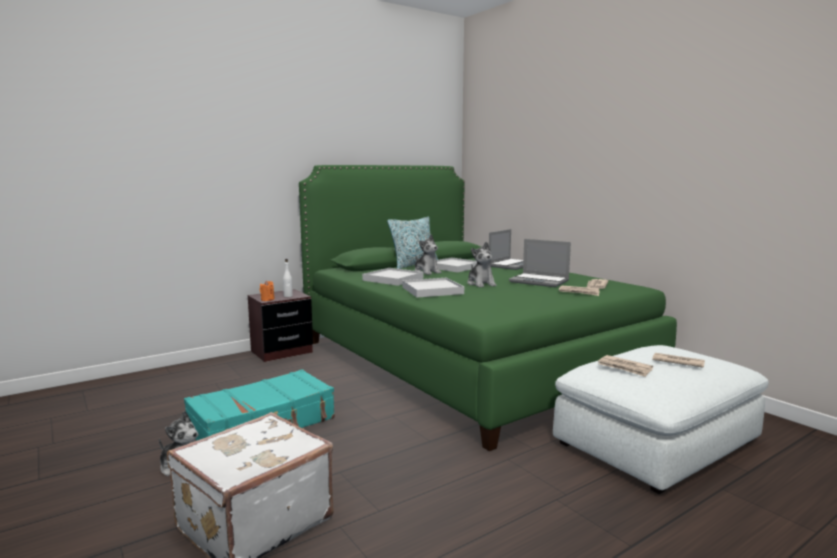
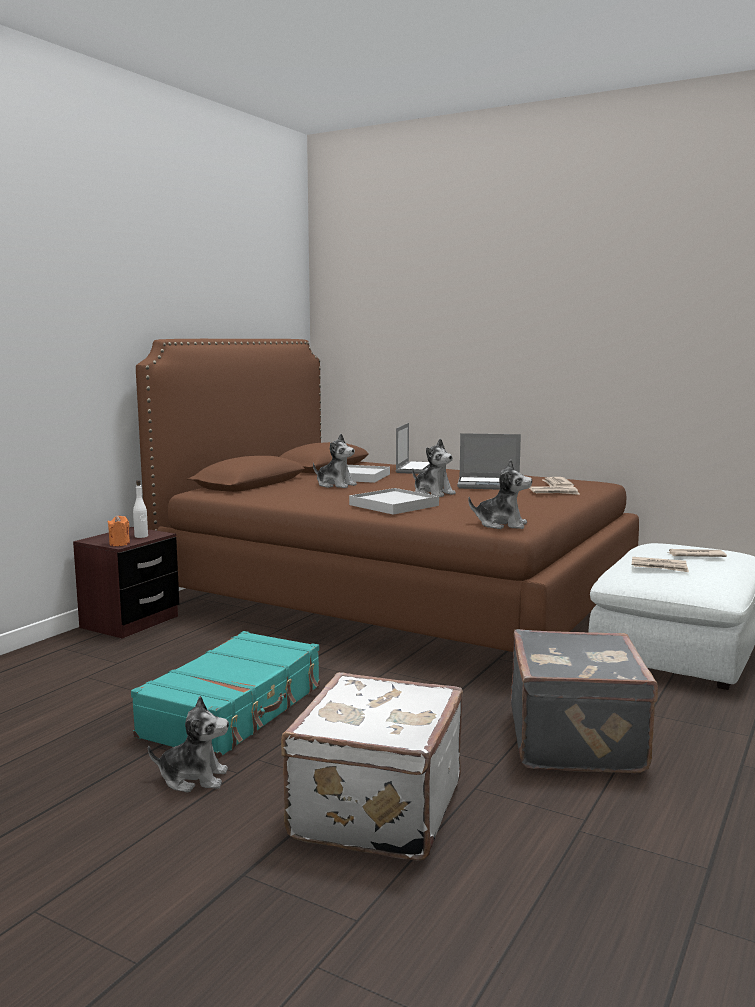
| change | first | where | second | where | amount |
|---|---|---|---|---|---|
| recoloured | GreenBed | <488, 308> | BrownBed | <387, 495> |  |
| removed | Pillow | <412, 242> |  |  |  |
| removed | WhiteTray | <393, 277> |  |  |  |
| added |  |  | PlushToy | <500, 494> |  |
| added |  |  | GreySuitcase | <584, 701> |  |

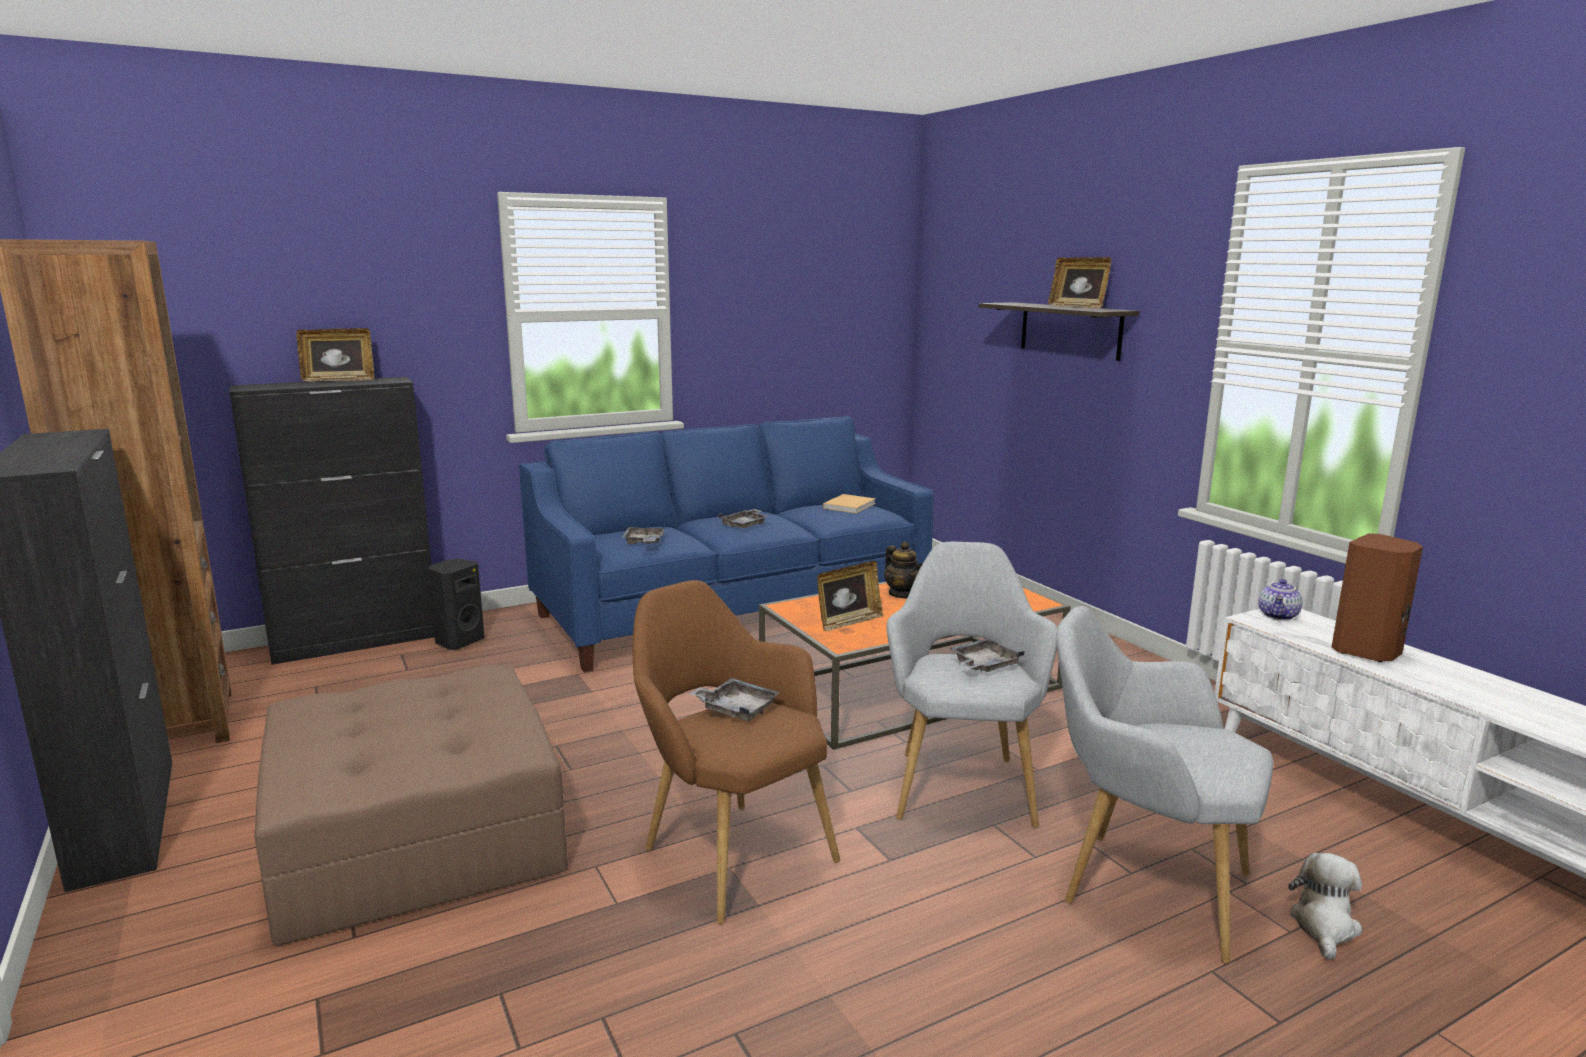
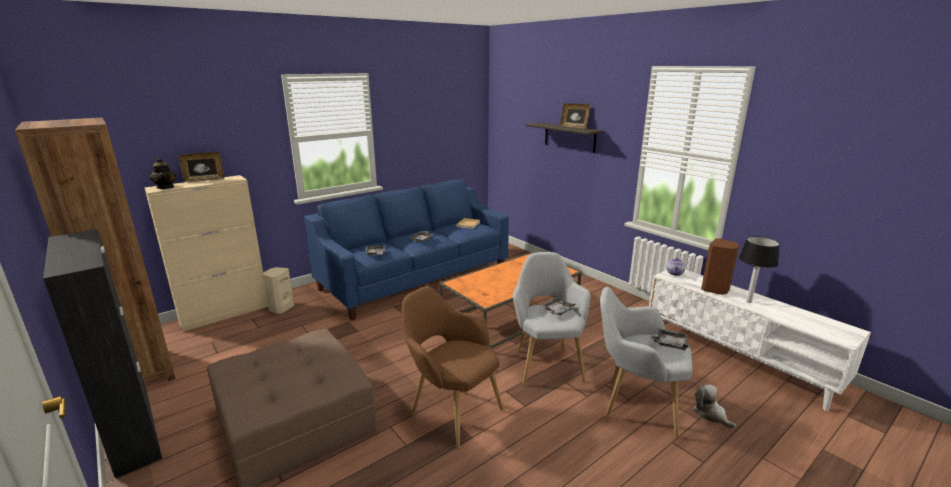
| change | first | where | second | where | amount |
|---|---|---|---|---|---|
| recoloured | BlackCabinet | <332, 521> | BeigeCabinet | <206, 253> |  |
| moved | Teapot | <903, 570> |  | <163, 173> |  |
| recoloured | BlackSpeaker | <456, 604> | BeigeSpeaker | <278, 290> |  |
| removed | PictureFrame | <850, 596> |  |  |  |
| moved | GreyTray | <734, 699> |  | <669, 339> |  |
| turned | PlushToy | <1325, 906> |  | <714, 406> | 45 degrees counterclockwise |
| added |  |  | TableLamp | <759, 269> |  |

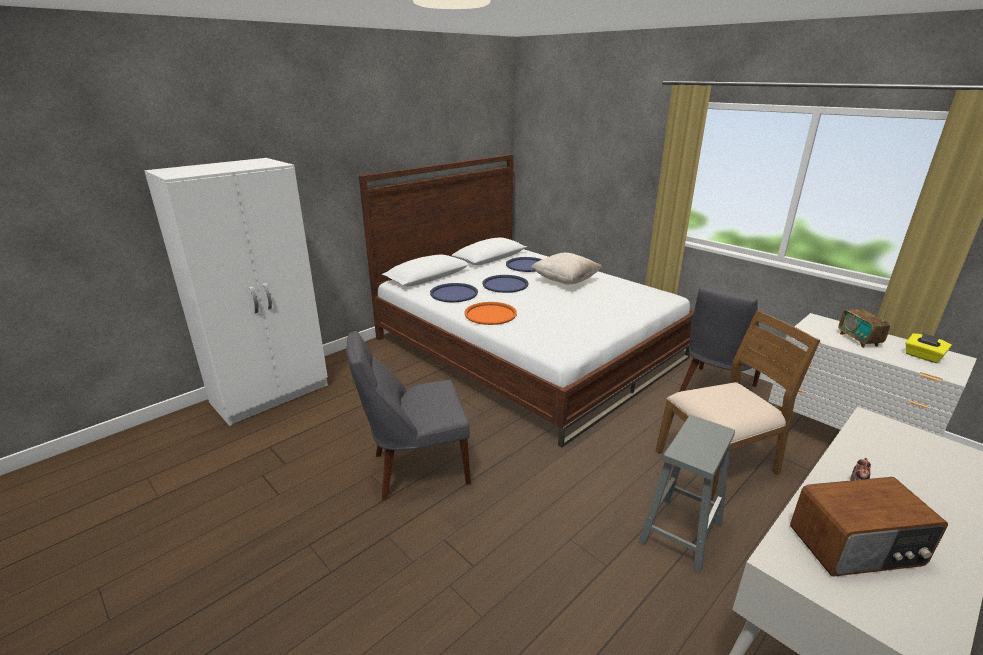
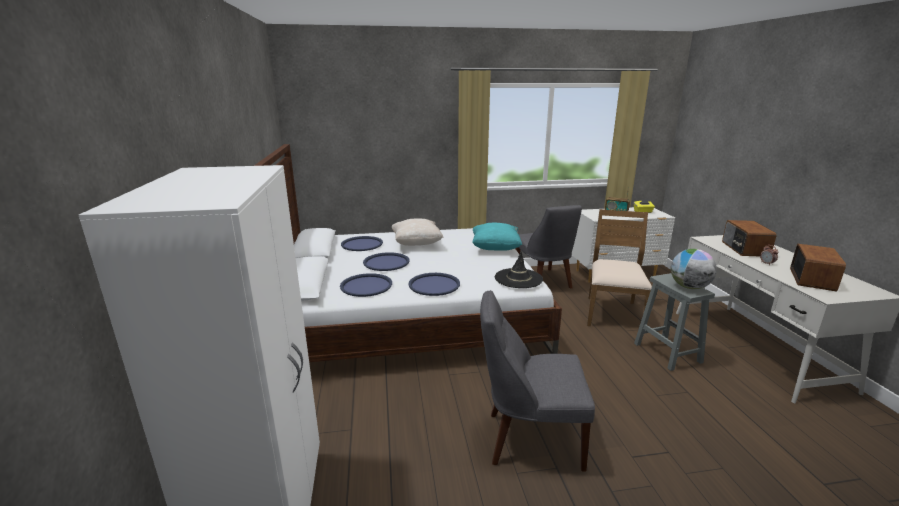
| change | first | where | second | where | amount |
|---|---|---|---|---|---|
| recoloured | OrangeTray | <490, 313> | BlueTray | <434, 284> |  |
| turned | GreyChair | <408, 415> |  | <537, 381> | 75 degrees clockwise |
| added |  |  | Radio | <749, 238> |  |
| added |  |  | TurquoisePillow | <497, 237> |  |
| added |  |  | Globe | <694, 269> |  |
| added |  |  | BlackHat | <519, 269> |  |

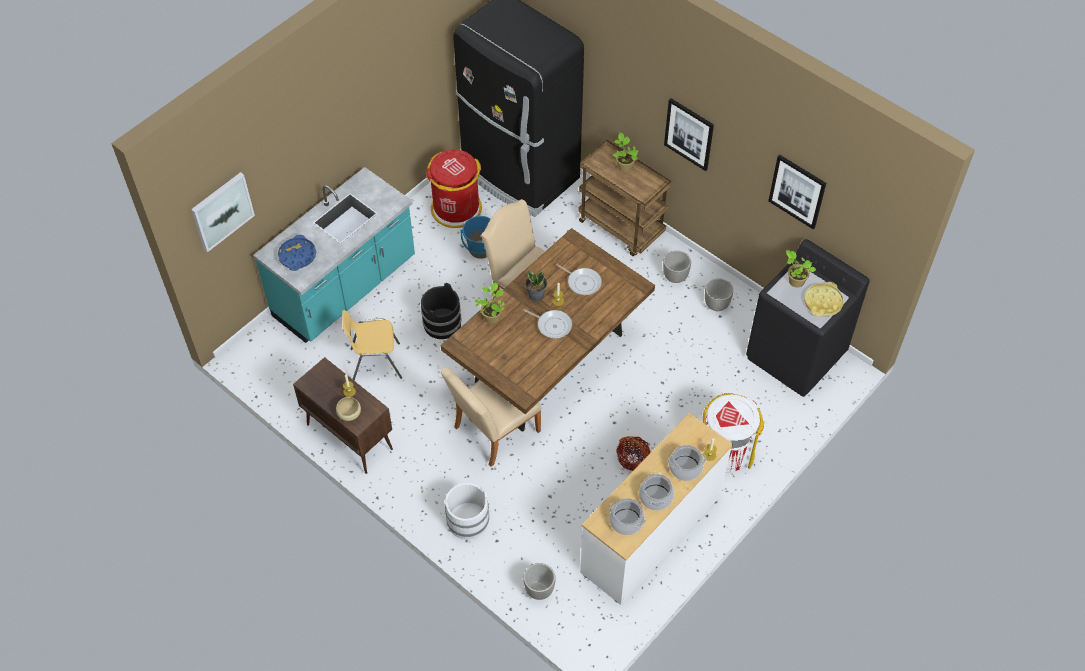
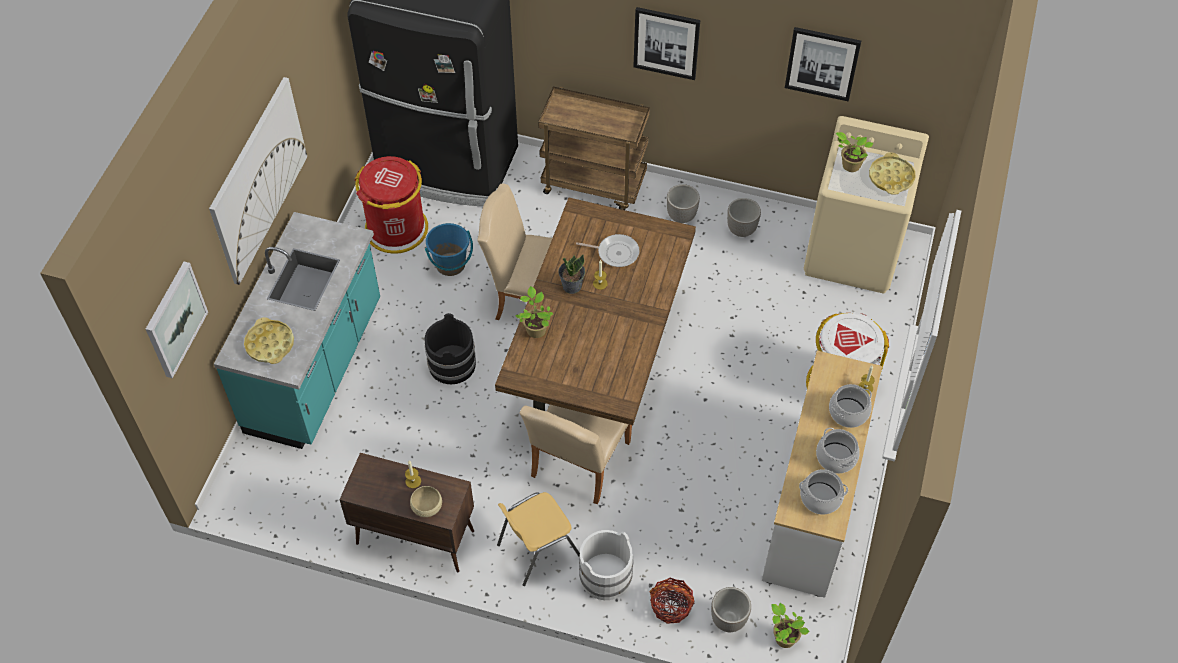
| change | first | where | second | where | amount |
|---|---|---|---|---|---|
| moved | PottedPlant | <626, 152> |  | <790, 625> |  |
| recoloured | BlueTray | <297, 253> | YellowTray | <269, 340> |  |
| recoloured | BlackWashingMachine | <808, 318> | BeigeWashingMachine | <866, 204> |  |
| removed | FryingPan | <547, 323> |  |  |  |
| moved | YellowChair | <372, 345> |  | <538, 539> |  |
| moved | Basket | <633, 453> |  | <671, 601> |  |
| added |  |  | Picture | <258, 181> |  |

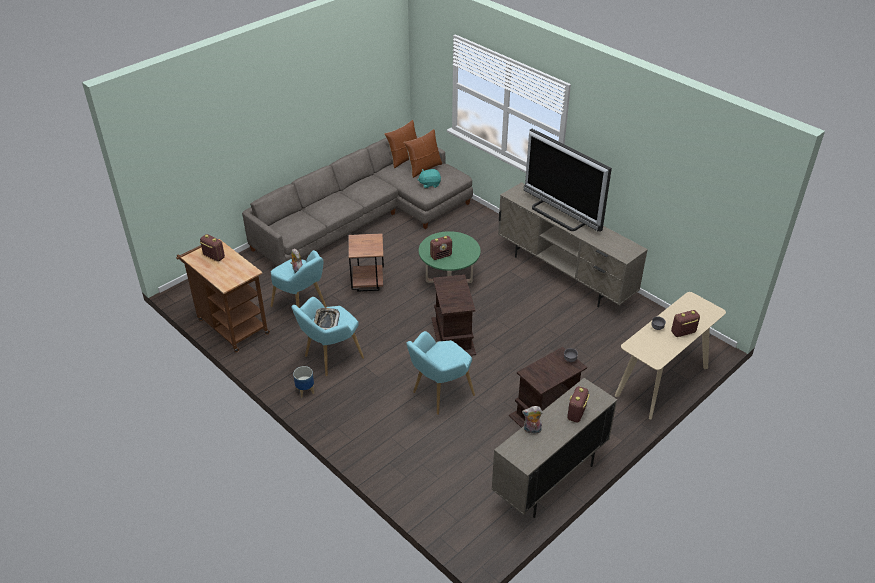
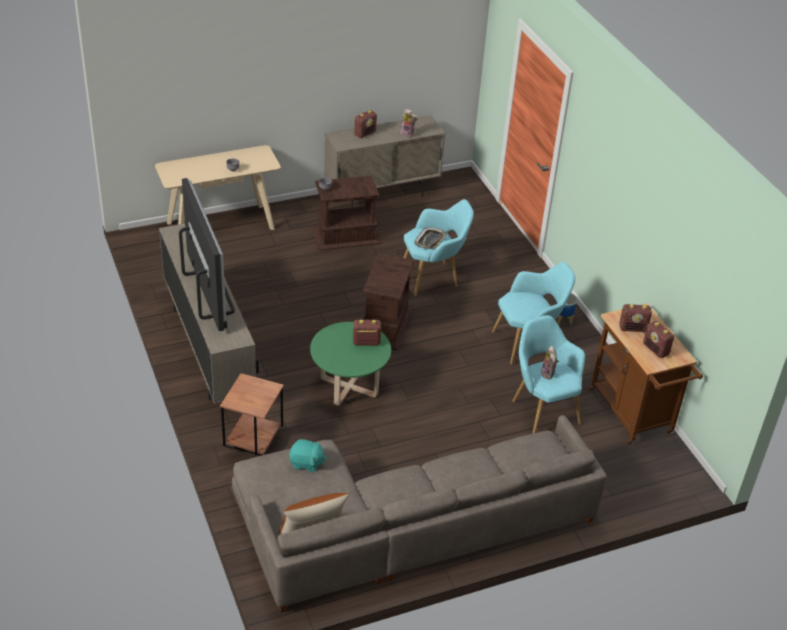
| change | first | where | second | where | amount |
|---|---|---|---|---|---|
| removed | BrownPillow | <423, 153> |  |  |  |
| moved | BrownSideTable | <366, 262> |  | <252, 414> |  |
| moved | Tray | <327, 319> |  | <430, 238> |  |
| moved | Radio | <685, 323> |  | <635, 318> |  |

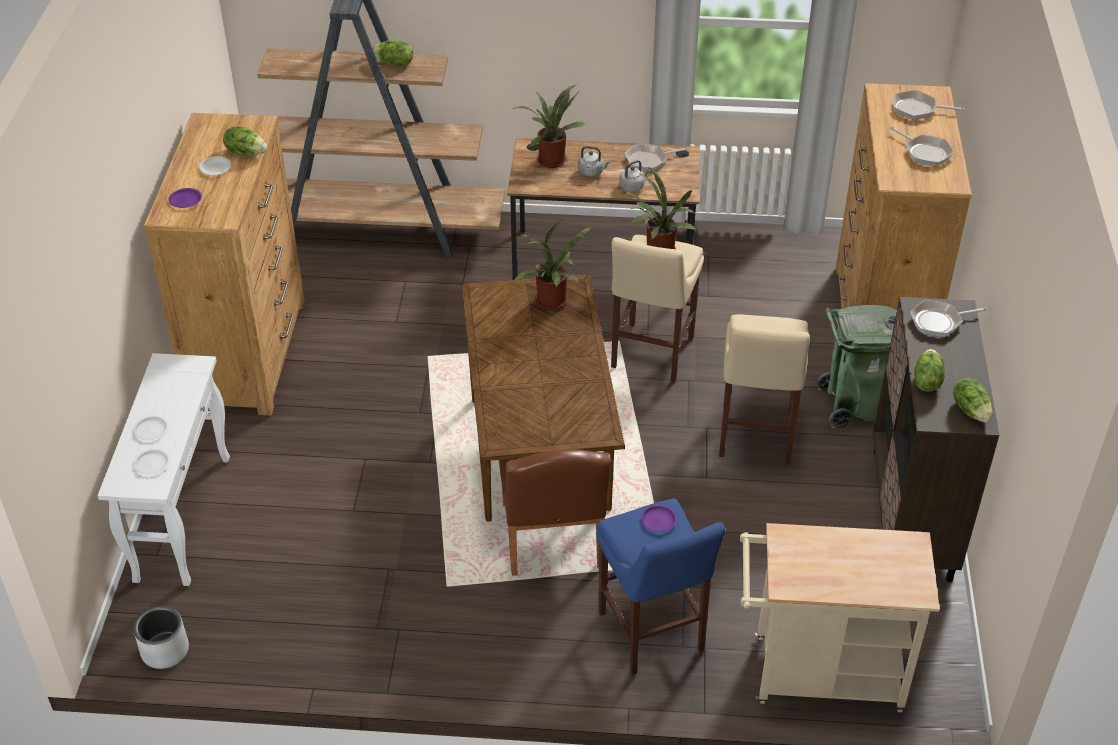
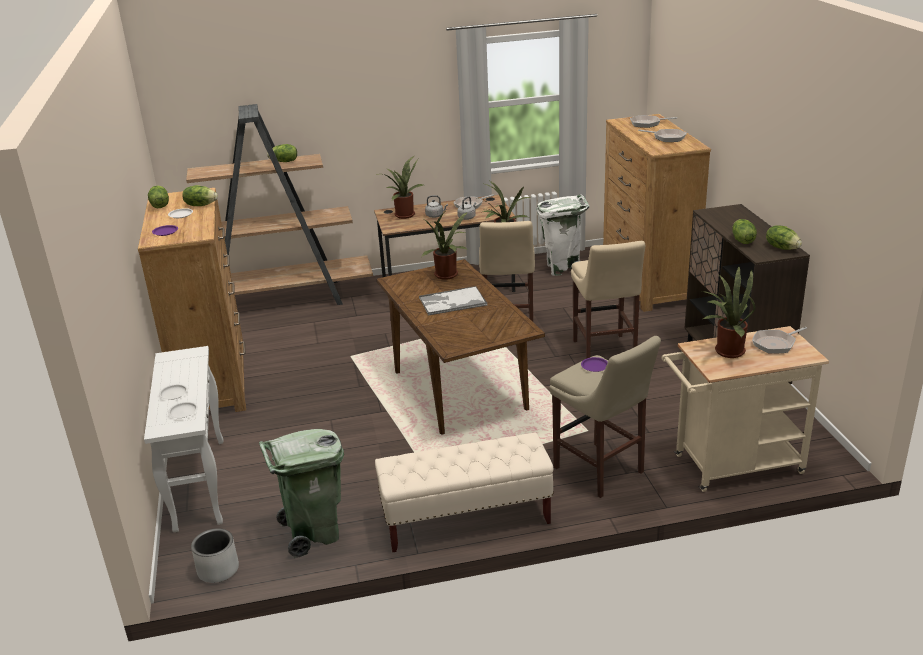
| change | first | where | second | where | amount |
|---|---|---|---|---|---|
| moved | FryingPan | <948, 318> |  | <779, 340> |  |
| moved | GreenTrashCan | <857, 366> |  | <301, 493> |  |
| removed | BrownChair | <555, 512> |  |  |  |
| recoloured | BlueStool | <660, 586> | BeigeStool | <605, 417> |  |
| added |  |  | Lettuce | <158, 197> |  |
| added |  |  | WhiteTrashCan | <562, 235> |  |
| added |  |  | PottedPlant | <728, 312> |  |
| added |  |  | Tray | <453, 301> |  |
| added |  |  | BeigeBench | <464, 492> |  |

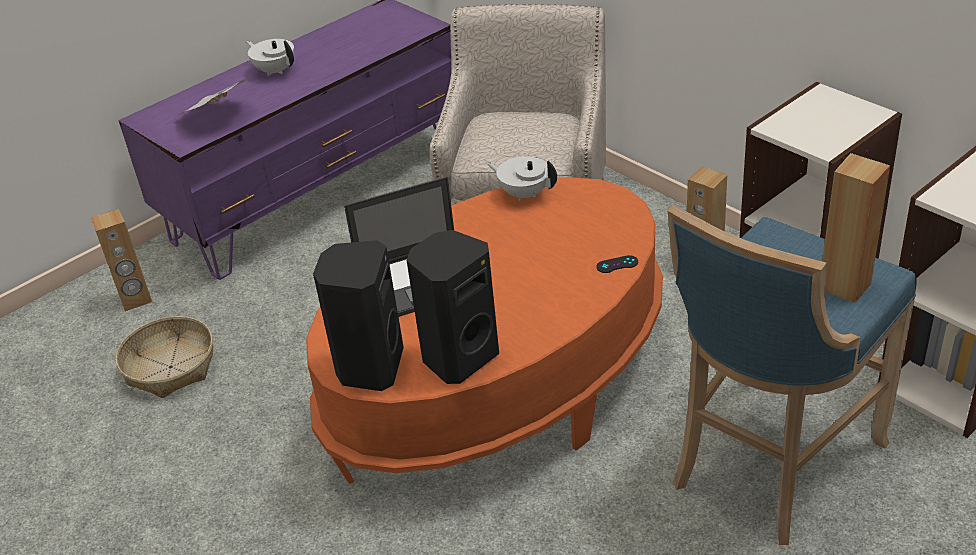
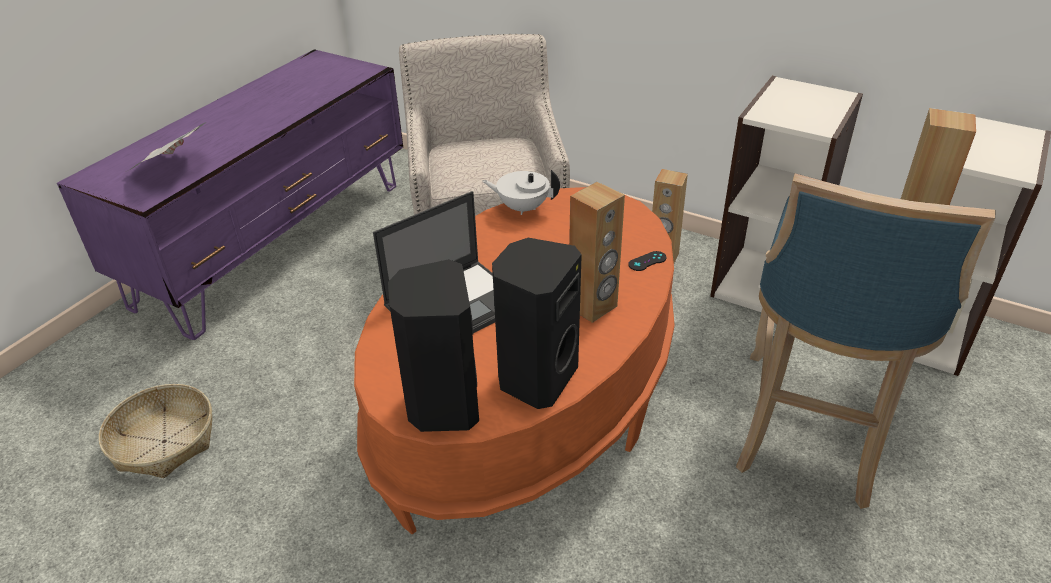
| change | first | where | second | where | amount |
|---|---|---|---|---|---|
| removed | WhiteTeapot | <270, 57> |  |  |  |
| moved | BrownSpeaker | <121, 260> |  | <597, 252> |  |

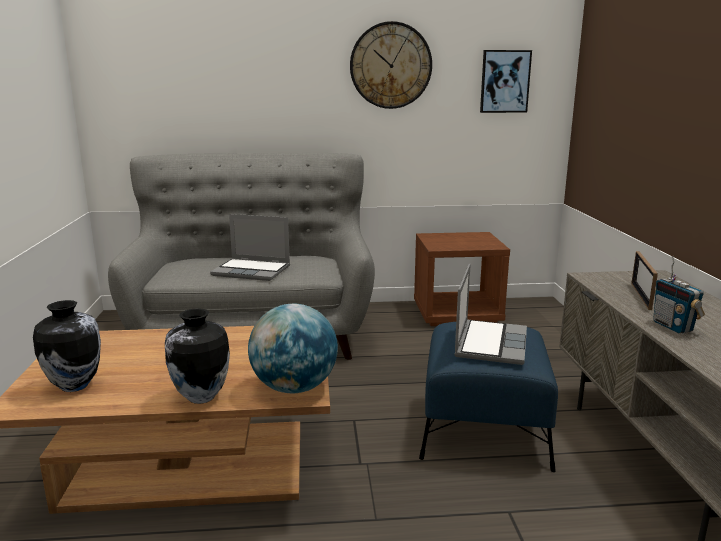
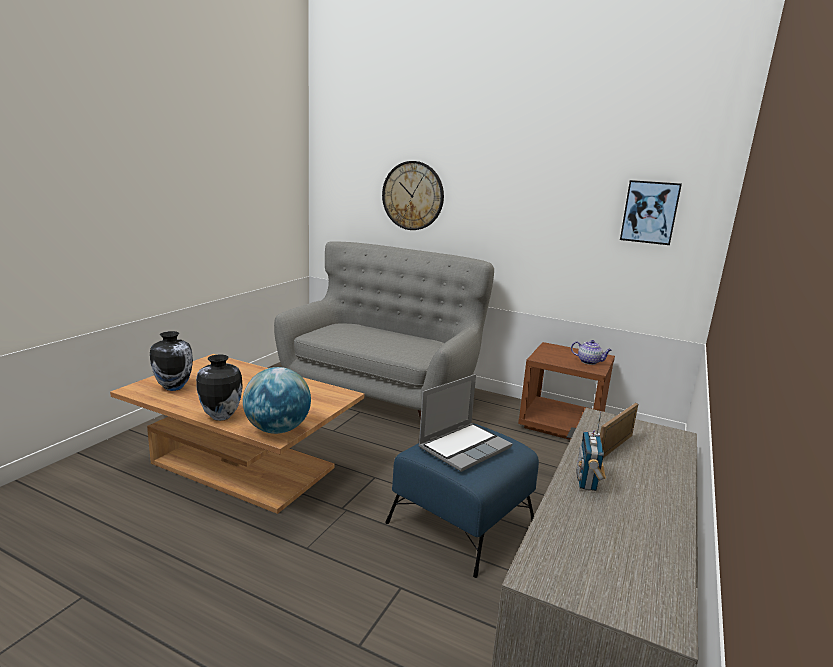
| change | first | where | second | where | amount |
|---|---|---|---|---|---|
| moved | WallClock | <391, 65> |  | <413, 195> |  |
| removed | Laptop | <250, 247> |  |  |  |
| added |  |  | Teapot | <591, 352> |  |

